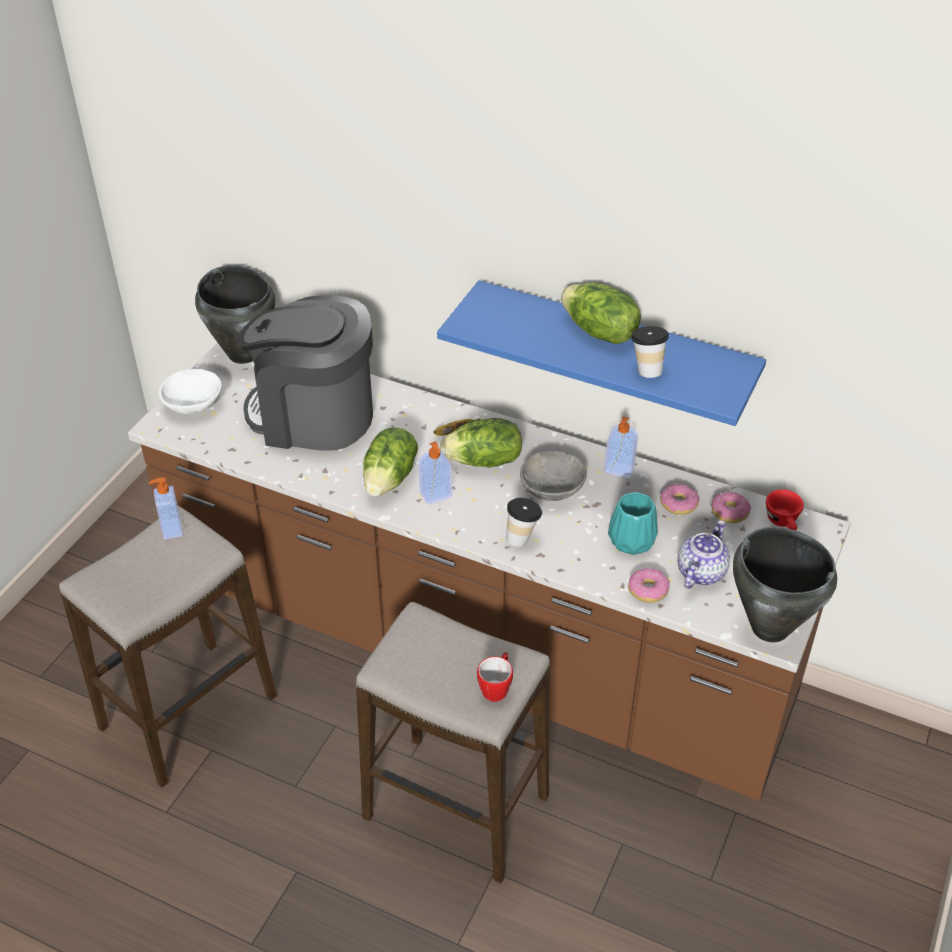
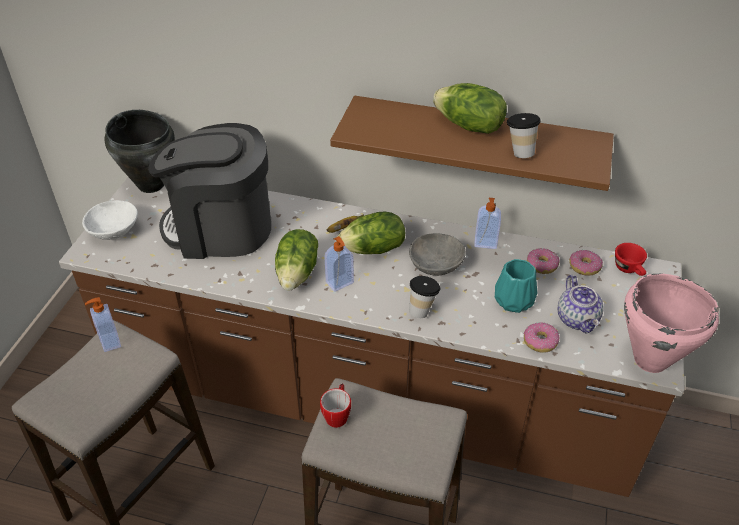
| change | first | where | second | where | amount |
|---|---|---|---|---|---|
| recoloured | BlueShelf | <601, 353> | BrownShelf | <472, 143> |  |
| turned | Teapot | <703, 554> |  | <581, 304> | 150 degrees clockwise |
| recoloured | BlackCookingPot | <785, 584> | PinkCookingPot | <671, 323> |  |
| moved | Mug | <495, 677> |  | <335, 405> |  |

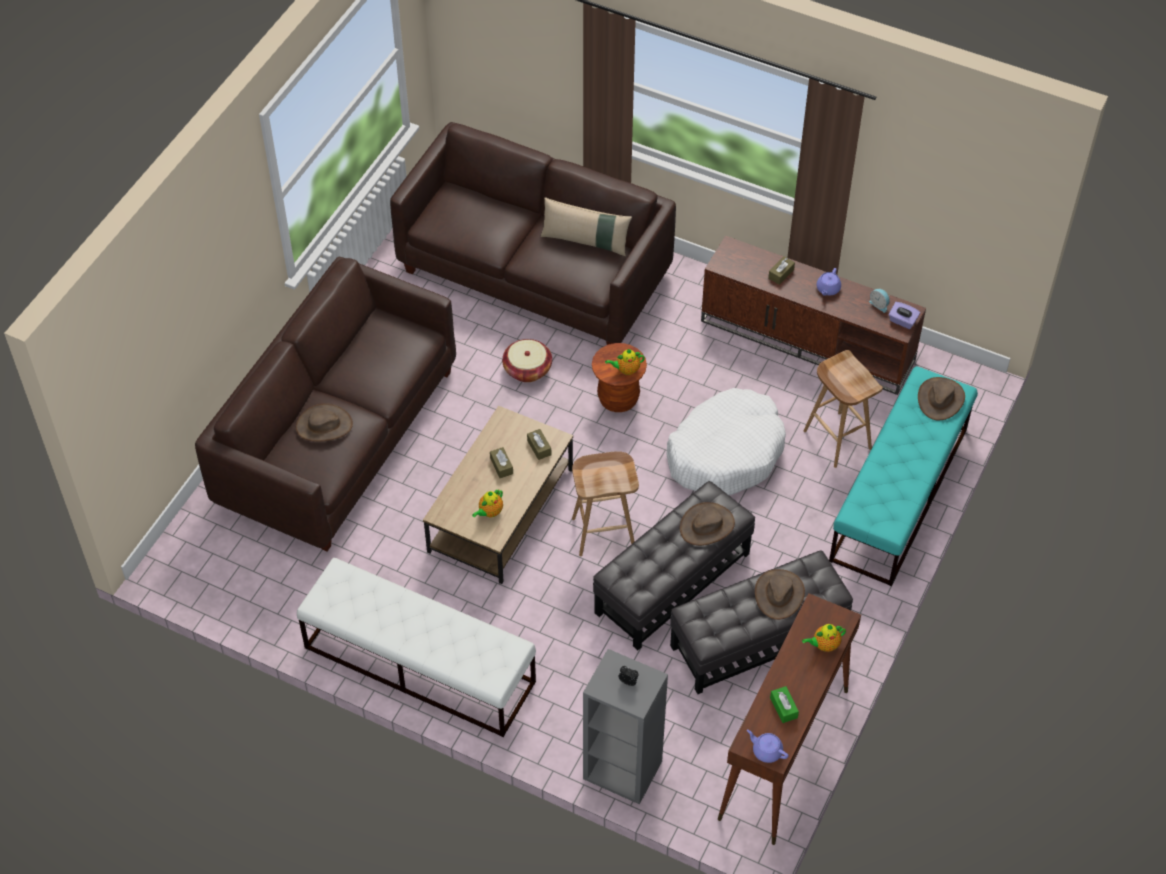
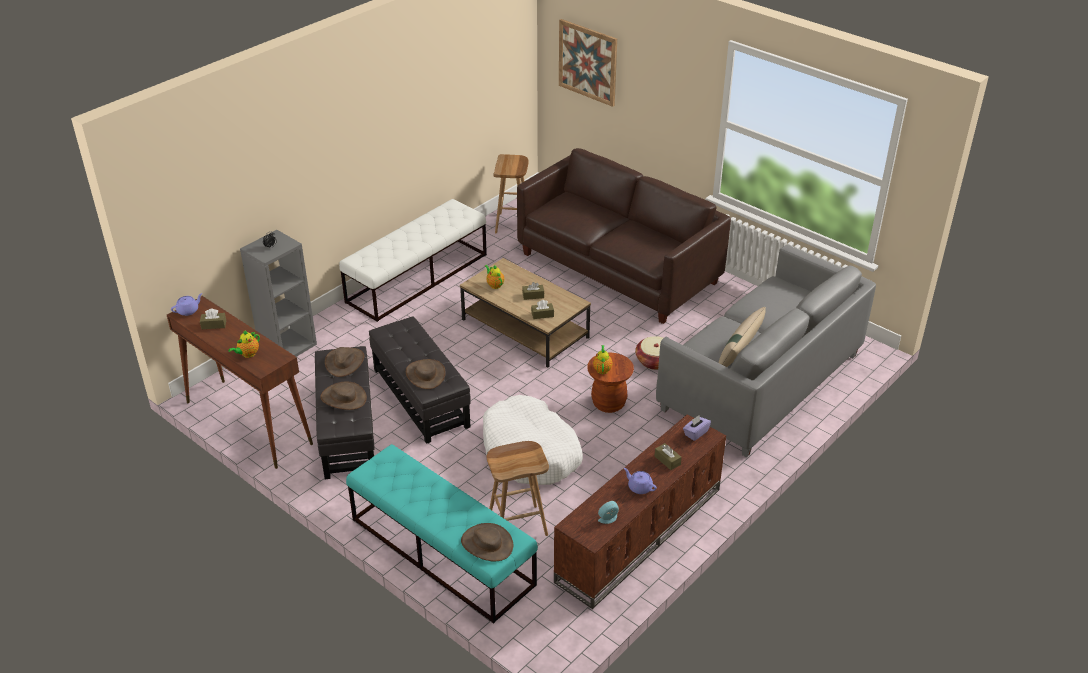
| change | first | where | second | where | amount |
|---|---|---|---|---|---|
| recoloured | BrownSofa | <533, 233> | GreySofa | <766, 351> |  |
| moved | PurpleTissueBox | <904, 315> |  | <697, 428> |  |
| moved | BrownHat | <324, 422> |  | <344, 362> |  |
| moved | BrownStool | <605, 503> |  | <511, 193> |  |
| turned | Teapot | <824, 638> |  | <244, 344> | 135 degrees counterclockwise |
| recoloured | GreenTissueBox | <784, 704> | BrownTissueBox | <213, 318> |  |
| added |  |  | Picture | <588, 63> |  |

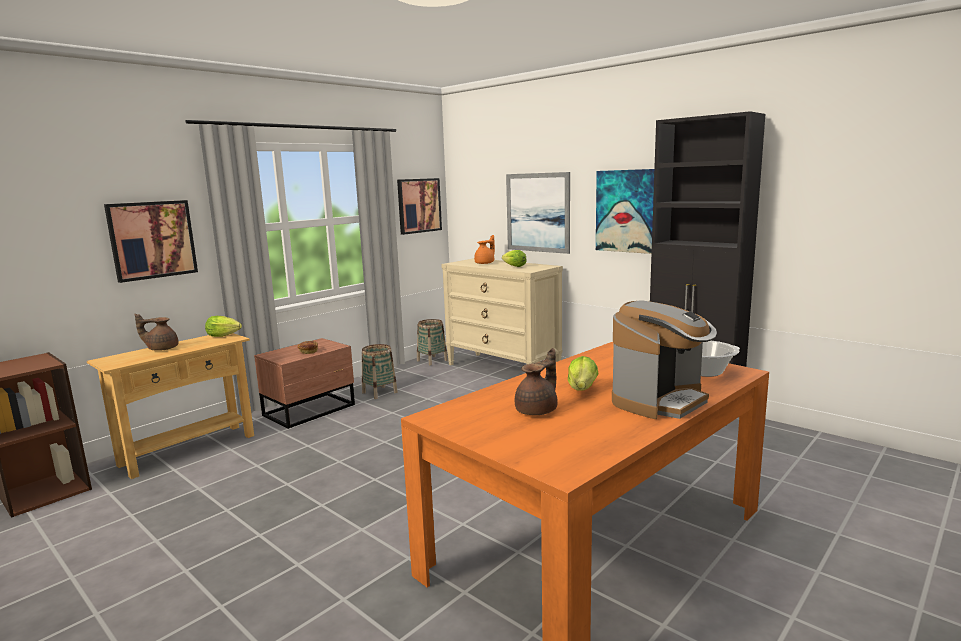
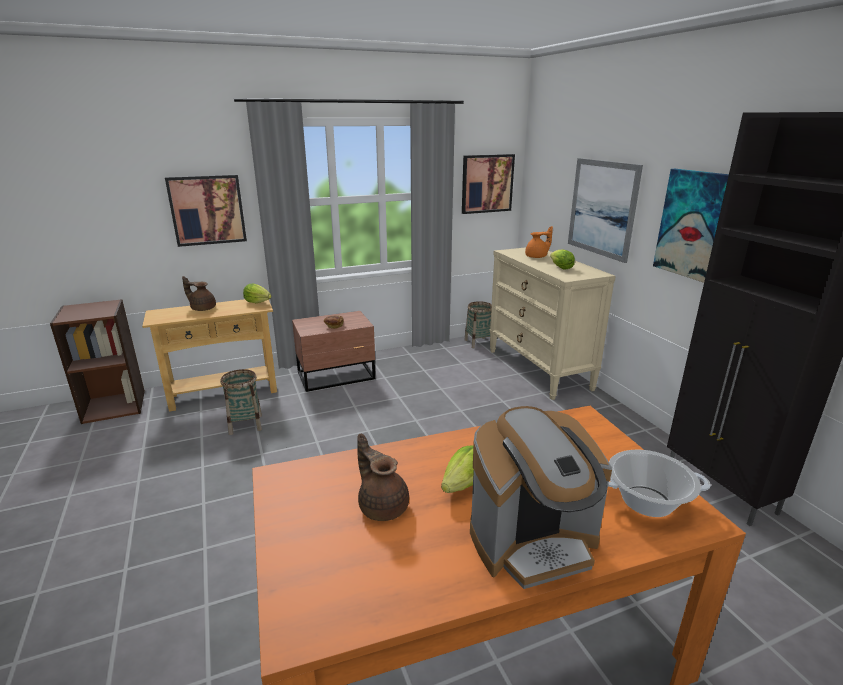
| change | first | where | second | where | amount |
|---|---|---|---|---|---|
| moved | Basket | <380, 371> |  | <241, 402> |  |
| turned | BrownTeapot | <536, 381> |  | <383, 477> | 105 degrees counterclockwise |

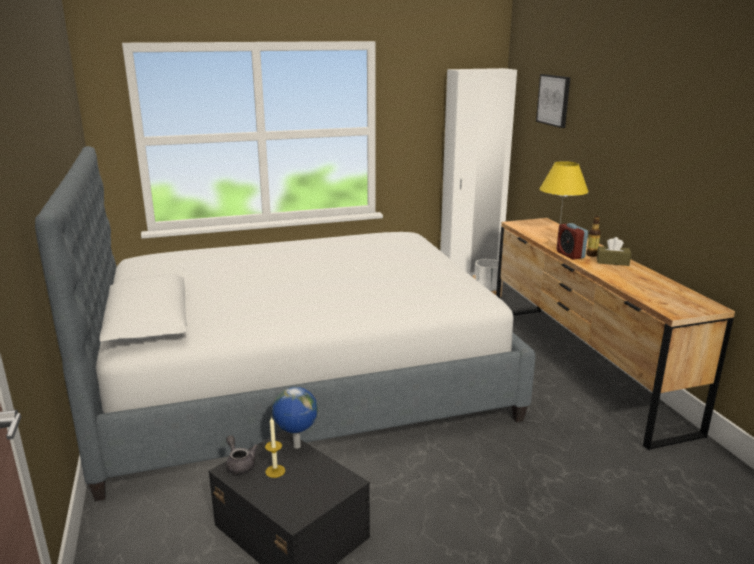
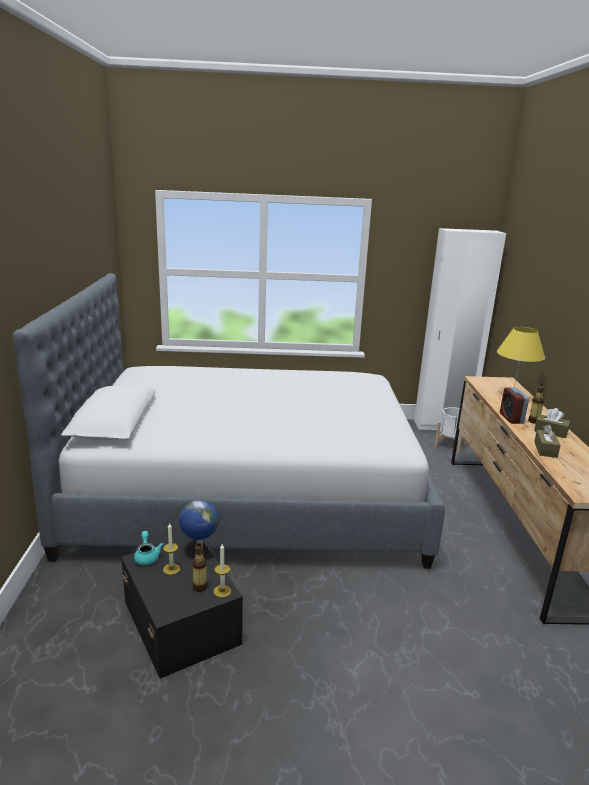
| change | first | where | second | where | amount |
|---|---|---|---|---|---|
| removed | Picture | <553, 101> |  |  |  |
| recoloured | GreyTeapot | <241, 455> | TurquoiseTeapot | <149, 548> |  |
| added |  |  | BrownTissueBox | <547, 441> |  |
| added |  |  | Bottle | <199, 567> |  |
| added |  |  | Candle | <222, 571> |  |

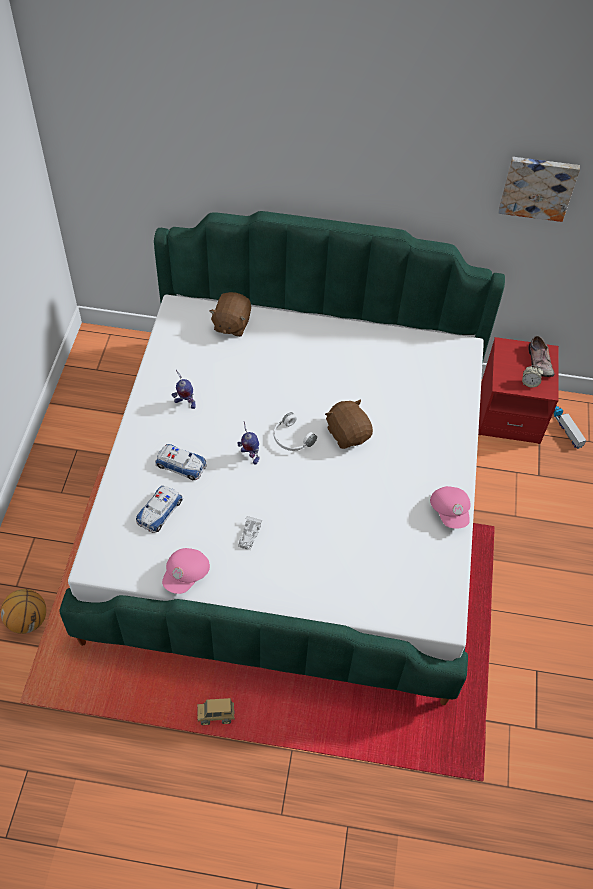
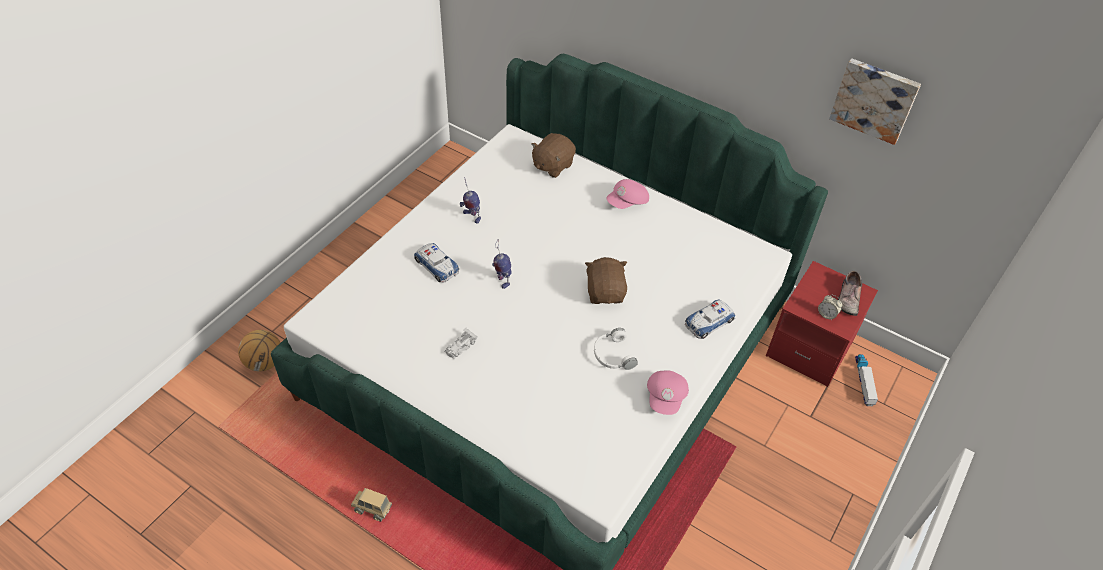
| change | first | where | second | where | amount |
|---|---|---|---|---|---|
| moved | WhiteHeadphones | <295, 431> |  | <616, 349> |  |
| moved | ToyCar | <159, 509> |  | <710, 319> |  |
| moved | PinkCap | <186, 571> |  | <627, 194> |  |

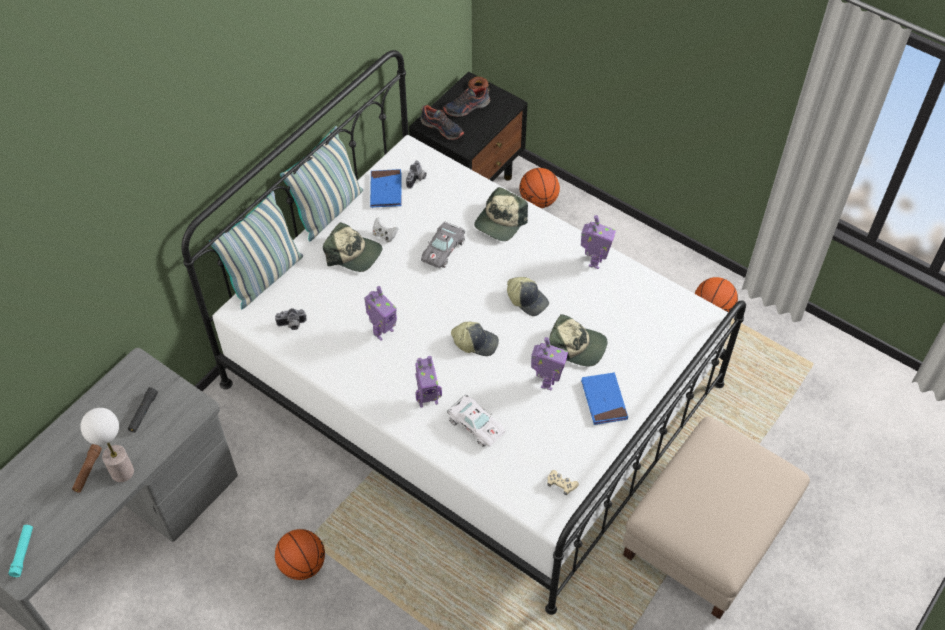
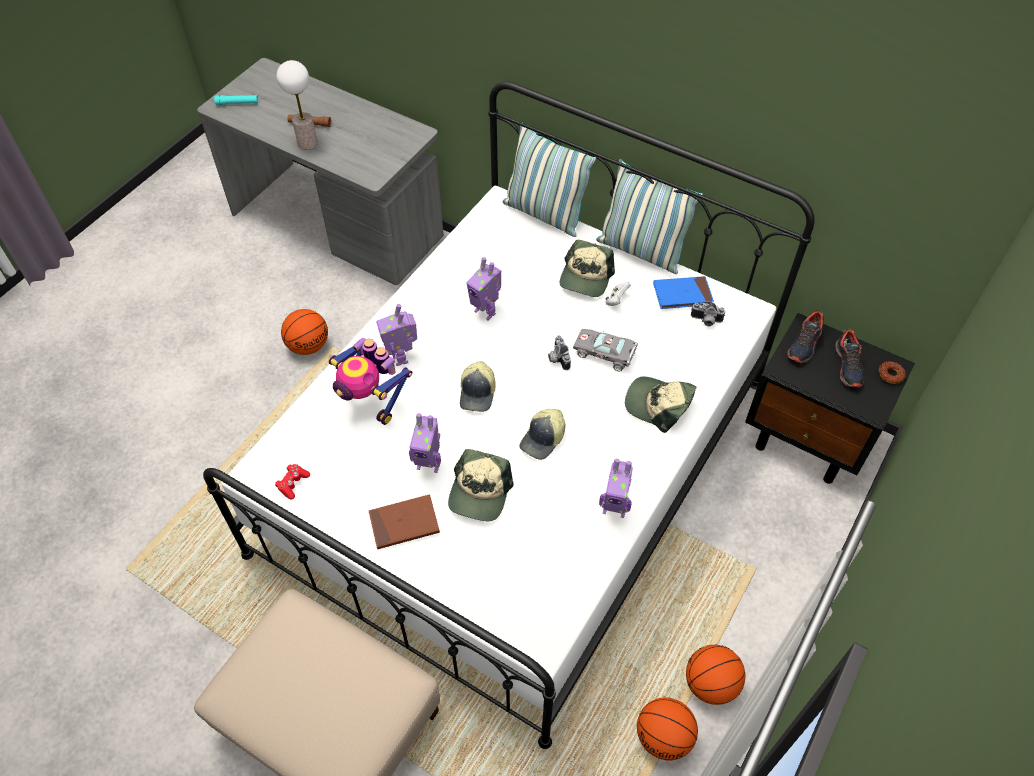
| change | first | where | second | where | amount |
|---|---|---|---|---|---|
| turned | Shoe | <466, 101> |  | <849, 357> | 150 degrees counterclockwise |
| moved | Basketball | <539, 188> |  | <715, 675> |  |
| moved | PhotoCamera | <291, 319> |  | <559, 352> |  |
| recoloured | BlueBook | <604, 399> | BrownBook | <404, 521> |  |
| removed | BlackFlashlight | <143, 410> |  |  |  |
| replaced | WhiteToyCar | <476, 420> | ToyRobot | <370, 381> |  |
| recoloured | BeigeGameController | <563, 482> | RedGameController | <292, 482> |  |

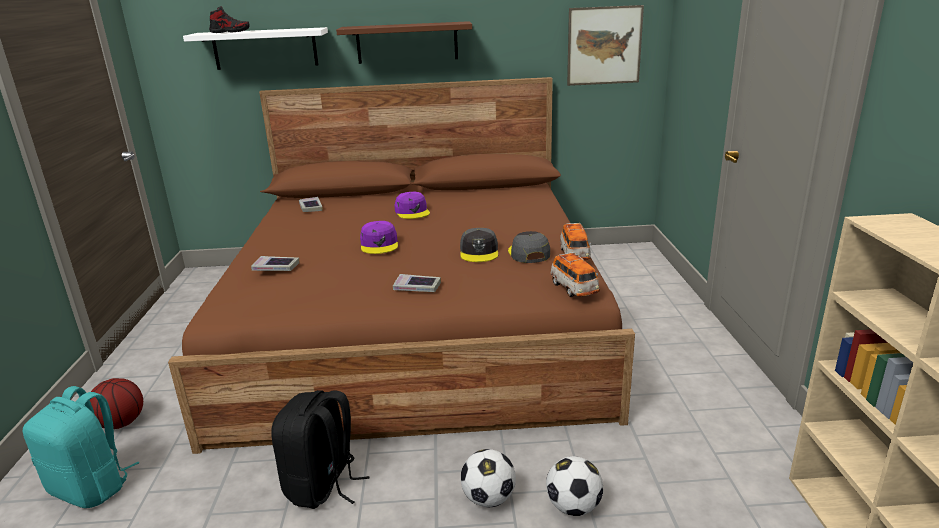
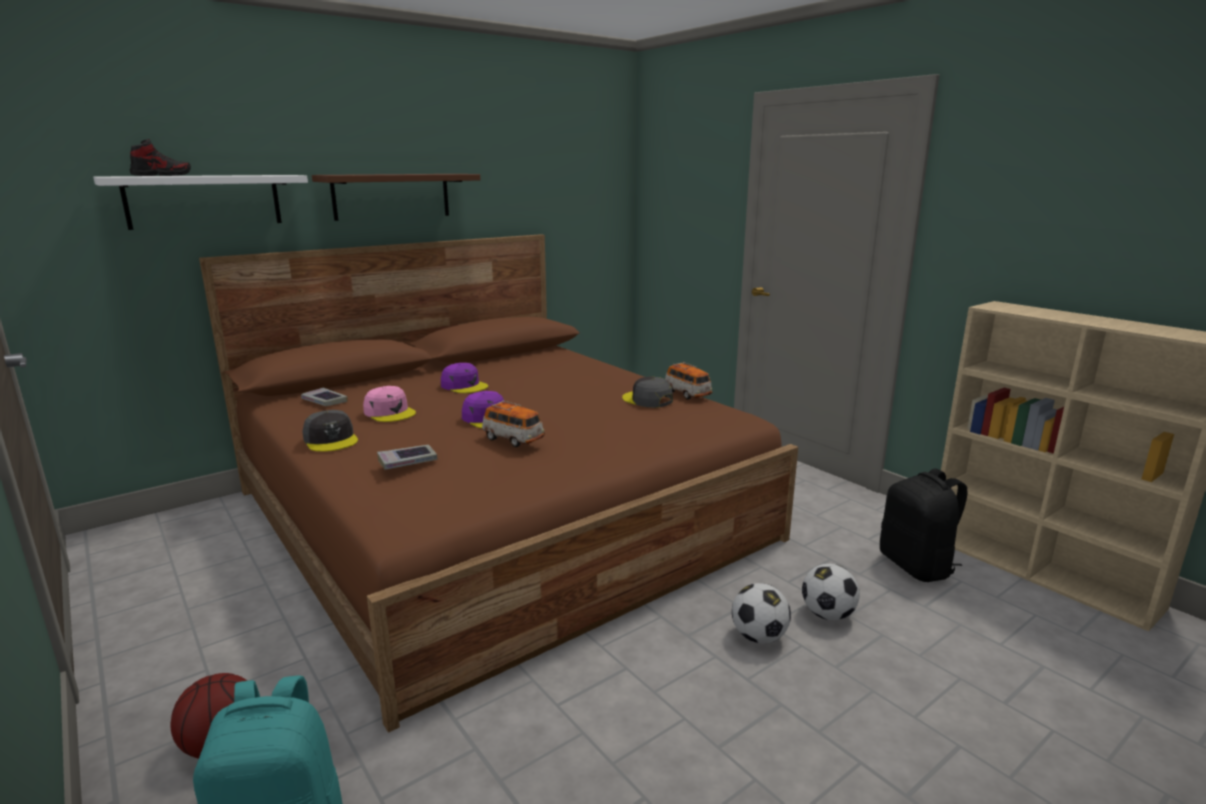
| change | first | where | second | where | amount |
|---|---|---|---|---|---|
| removed | Picture | <605, 45> |  |  |  |
| moved | GreyCap | <479, 245> |  | <330, 431> |  |
| moved | ToyCar | <575, 274> |  | <513, 423> |  |
| removed | Book | <417, 283> |  |  |  |
| moved | BlackBackpack | <320, 449> |  | <924, 525> |  |
| added |  |  | PinkCap | <389, 404> |  |

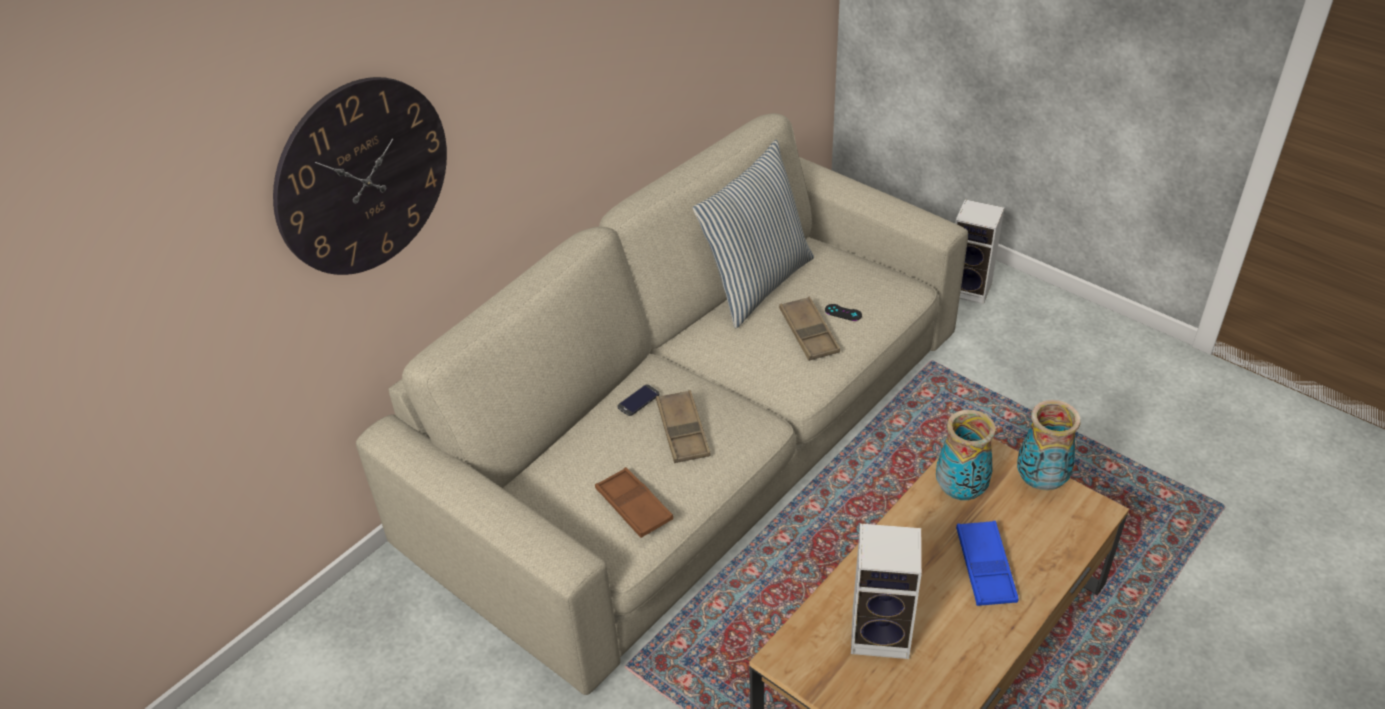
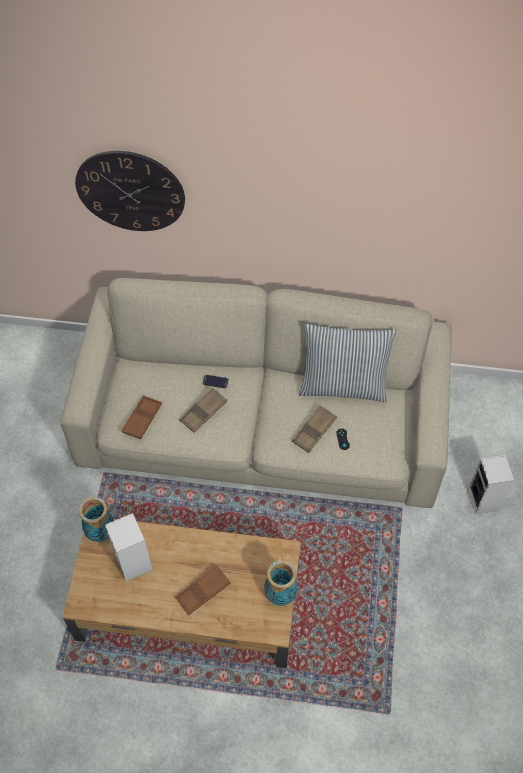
| change | first | where | second | where | amount |
|---|---|---|---|---|---|
| moved | Vase | <966, 455> |  | <96, 519> |  |
| recoloured | BlueTray | <987, 563> | BrownTray | <203, 590> |  |

